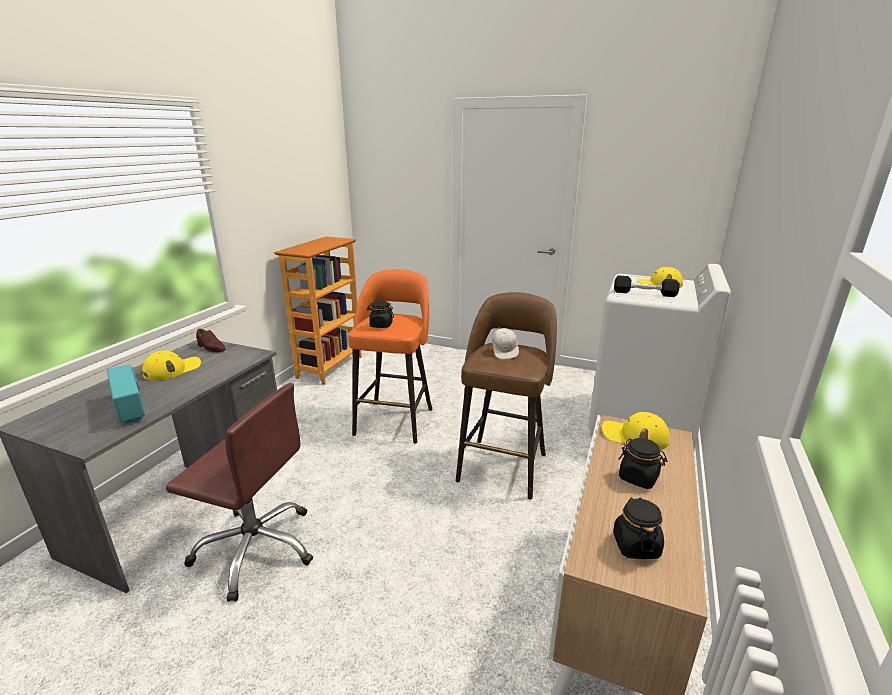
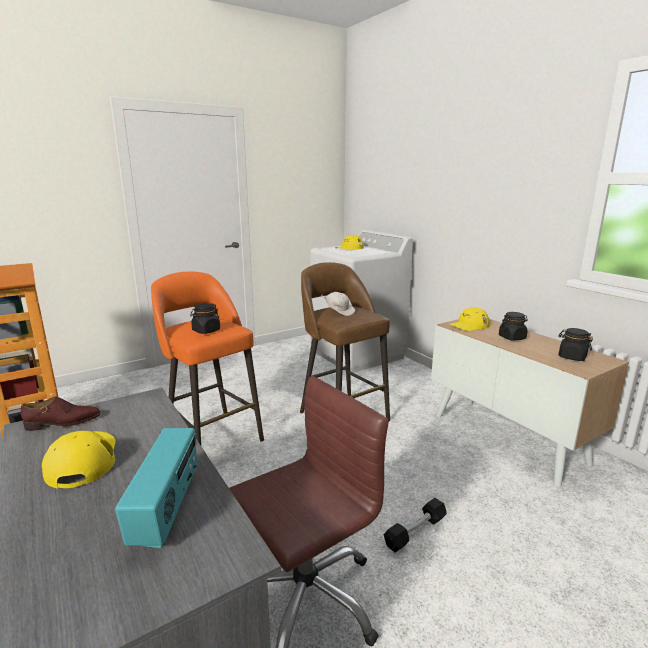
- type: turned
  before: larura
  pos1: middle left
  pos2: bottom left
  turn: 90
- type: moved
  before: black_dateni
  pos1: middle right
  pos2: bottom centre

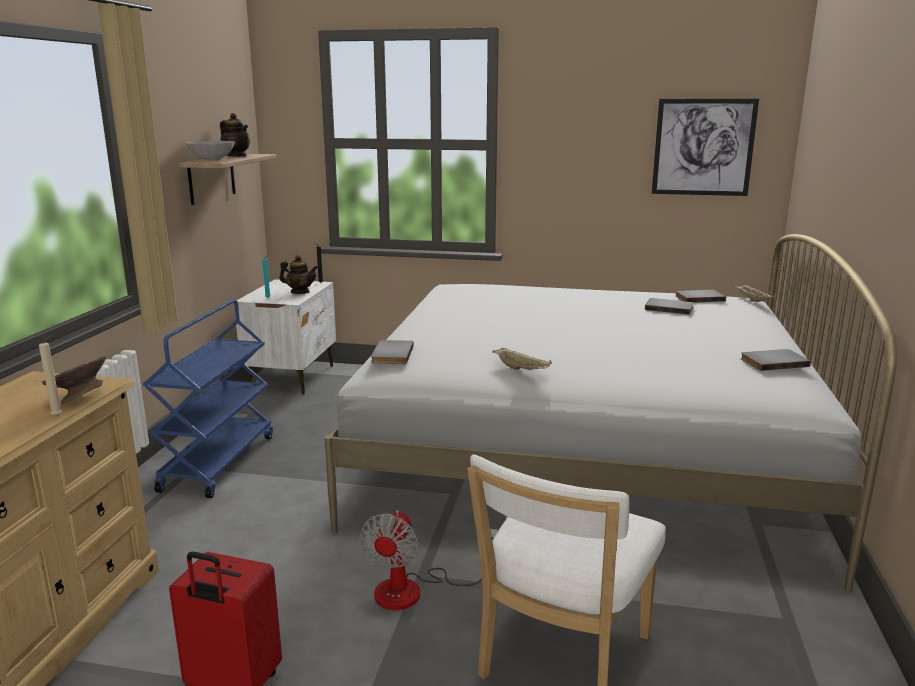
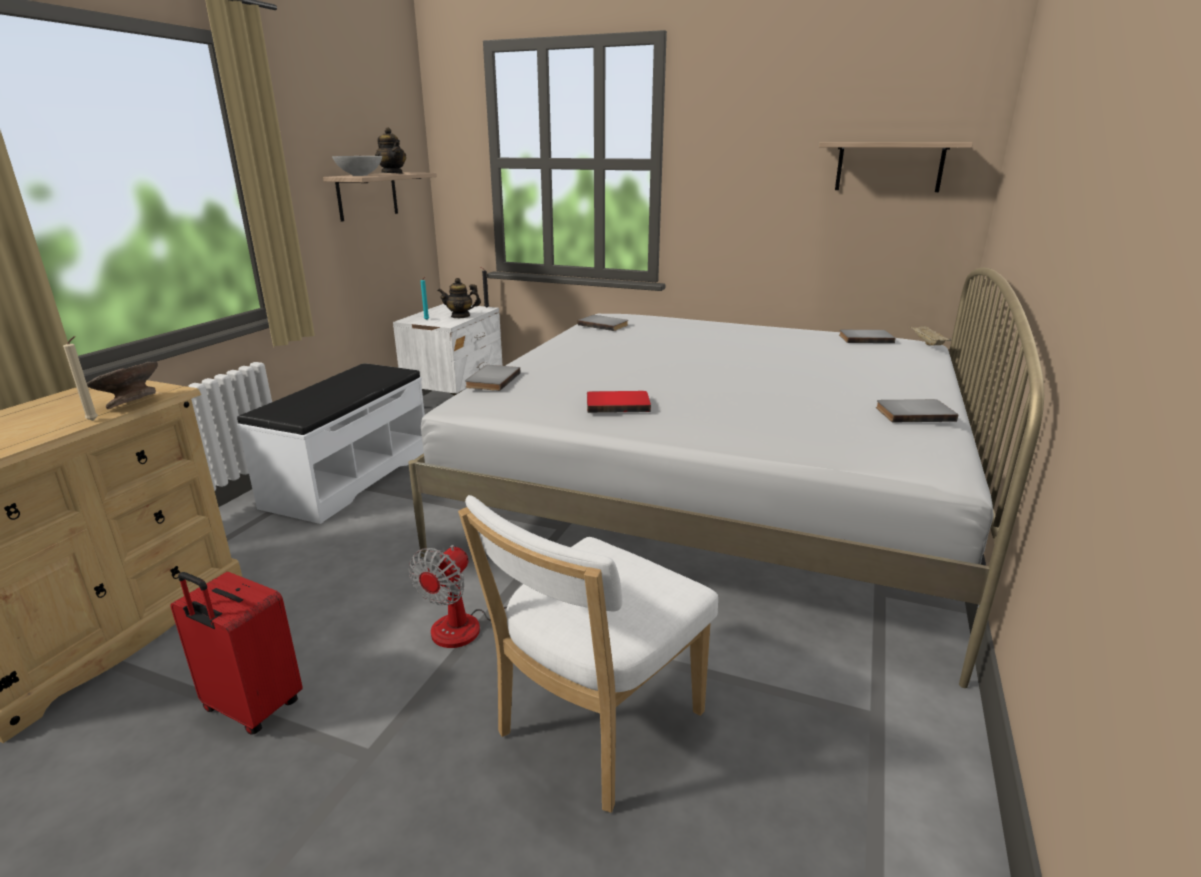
- type: replaced
  before: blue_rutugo
  after: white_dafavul
  pos1: middle left
  pos2: middle left
- type: turned
  before: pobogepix (2nd from left)
  pos1: middle left
  pos2: centre
  turn: 150
- type: replaced
  before: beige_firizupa (1st from left)
  after: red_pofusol
  pos1: centre
  pos2: centre
- type: moved
  before: grey_pofusol (2nd from left)
  pos1: middle right
  pos2: centre
- type: replaced
  before: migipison
  after: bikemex (2nd from left)
  pos1: top right
  pos2: top right

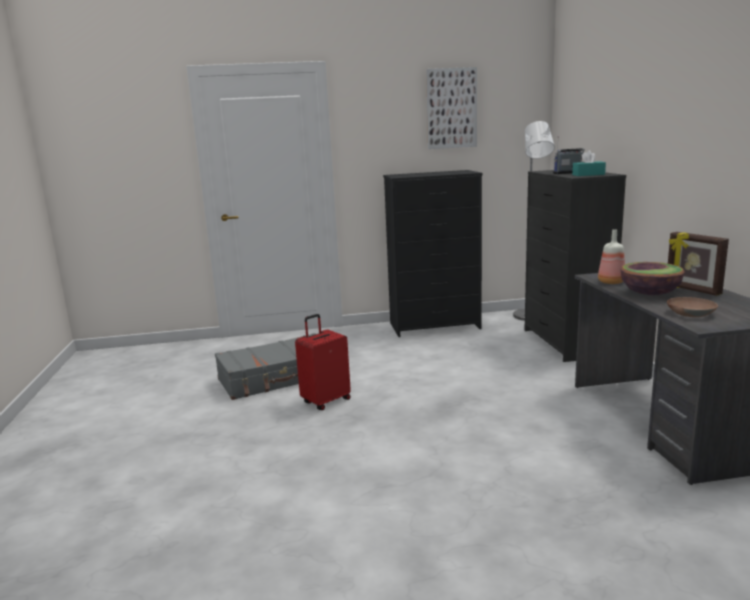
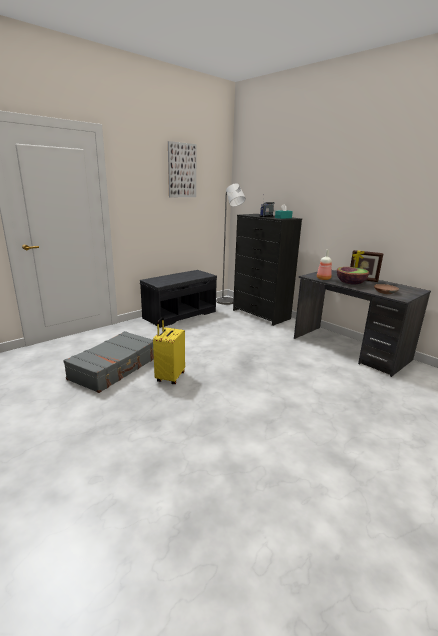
- type: recoloured
  before: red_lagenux
  after: yellow_lagenux
  pos1: centre
  pos2: centre
- type: replaced
  before: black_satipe (1st from left)
  after: grey_dafavul
  pos1: centre
  pos2: centre

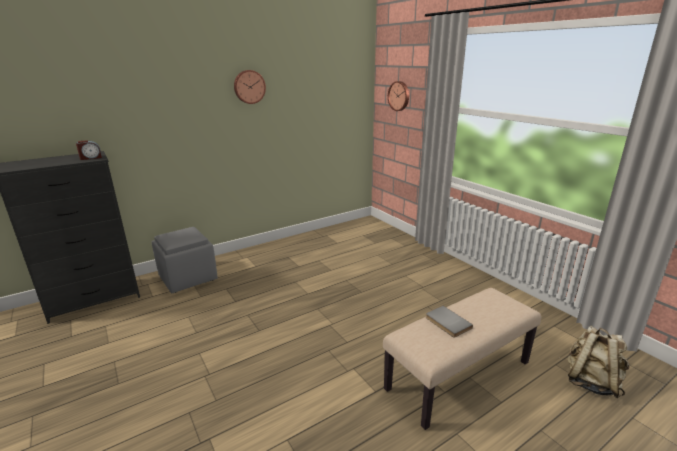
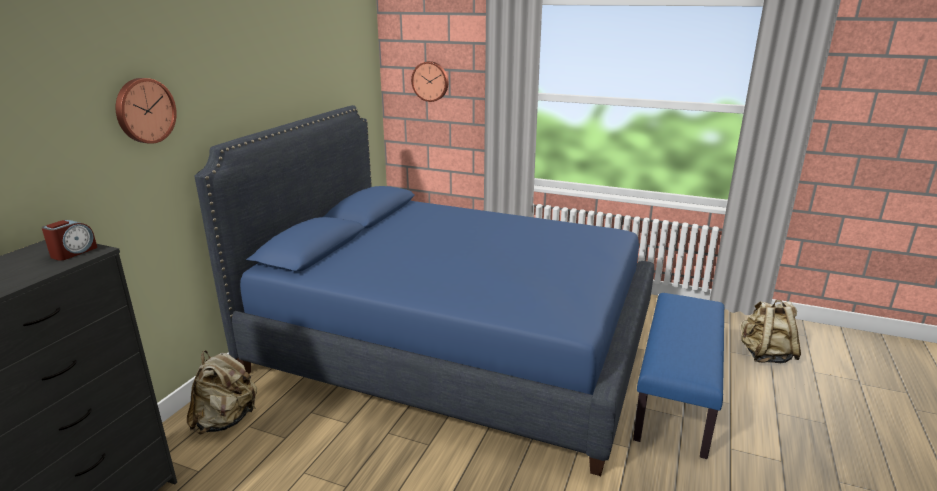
- type: replaced
  before: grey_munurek
  after: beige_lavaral (1st from left)
  pos1: middle left
  pos2: bottom left
- type: moved
  before: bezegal (1st from left)
  pos1: top centre
  pos2: top left
- type: recoloured
  before: beige_dafavul
  after: blue_dafavul
  pos1: bottom right
  pos2: bottom right
- type: removed
  before: grey_pofusol
  pos1: bottom centre
- type: added
  after: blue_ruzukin
  pos2: centre

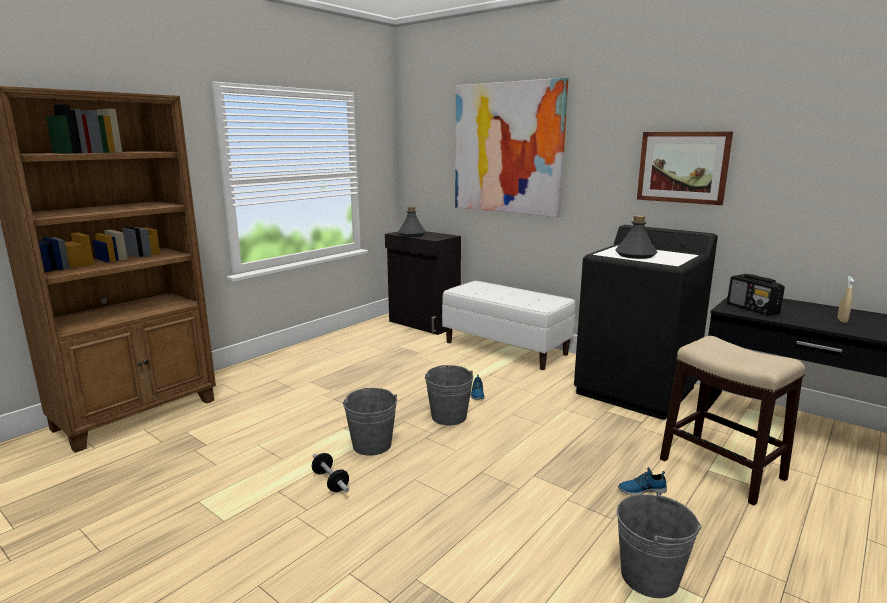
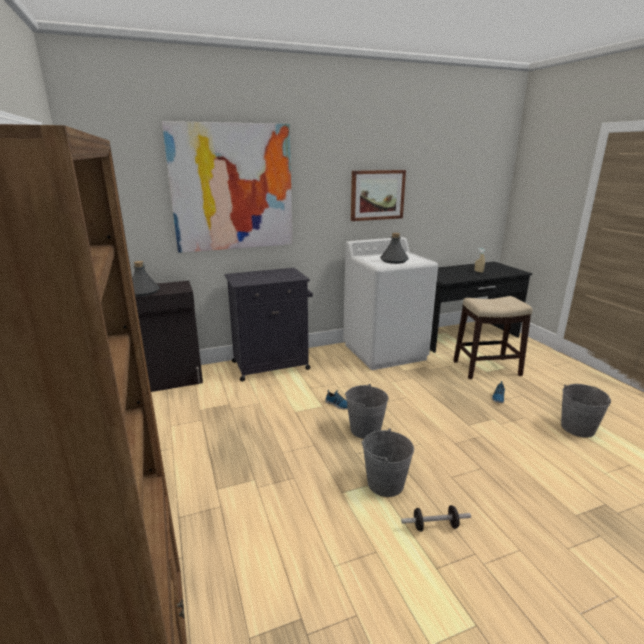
- type: replaced
  before: white_dafavul
  after: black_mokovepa (2nd from left)
  pos1: centre
  pos2: centre
- type: recoloured
  before: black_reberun
  after: white_reberun
  pos1: middle right
  pos2: centre
- type: removed
  before: larura
  pos1: middle right

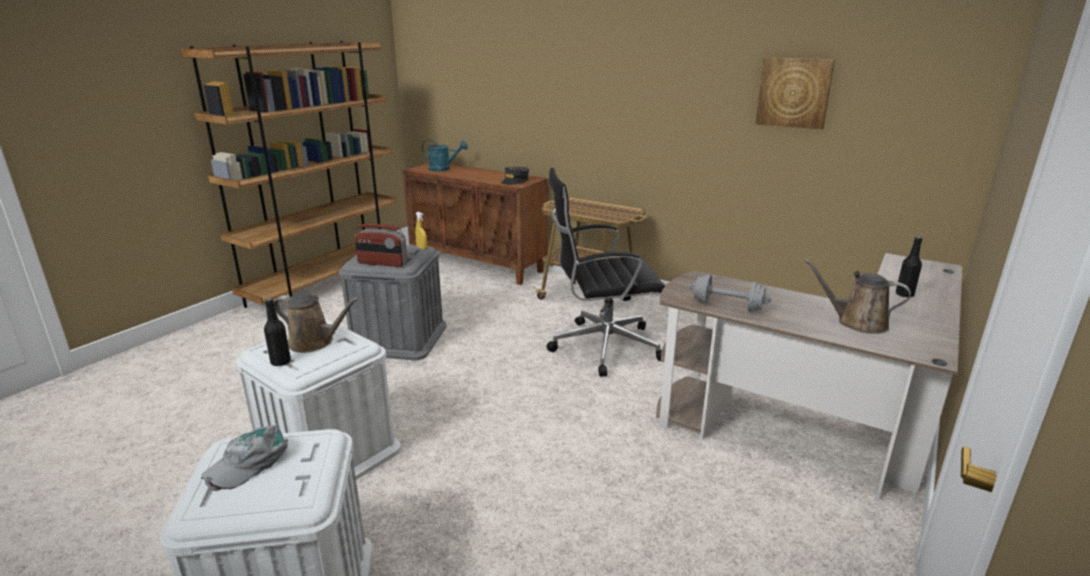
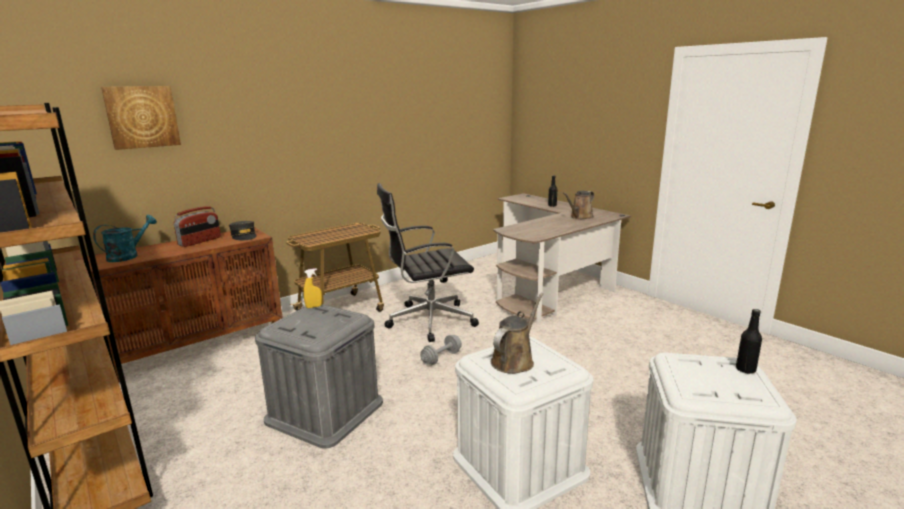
- type: removed
  before: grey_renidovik (1st from left)
  pos1: bottom left
- type: moved
  before: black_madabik (1st from left in the first image)
  after: black_madabik (2nd from left)
  pos1: middle left
  pos2: bottom right
- type: moved
  before: larura
  pos1: centre
  pos2: middle left
- type: turned
  before: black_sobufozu
  pos1: centre
  pos2: centre
  turn: 60
- type: moved
  before: grey_dateni
  pos1: middle right
  pos2: bottom centre
- type: moved
  before: migipison
  pos1: top right
  pos2: top left

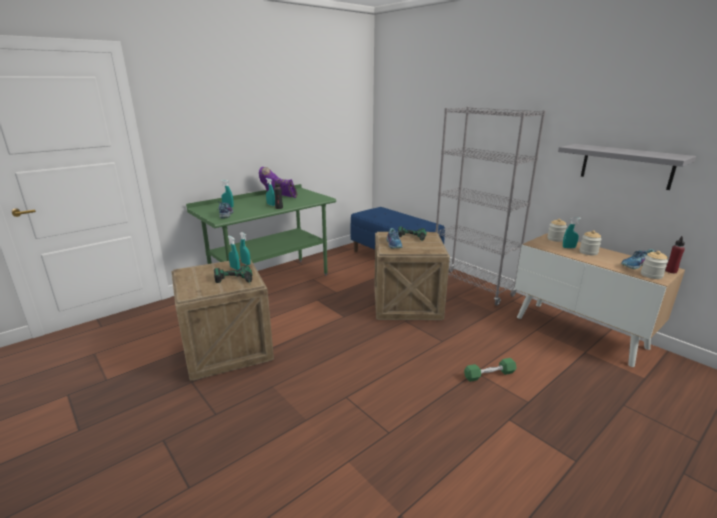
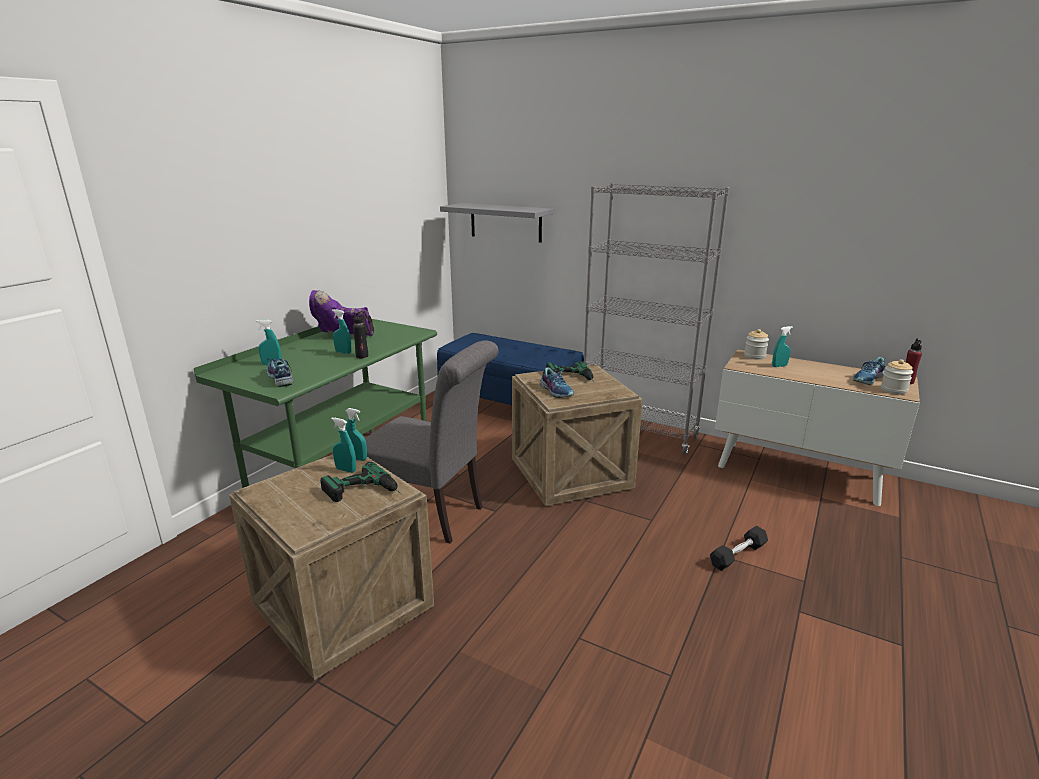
- type: recoloured
  before: green_dateni
  after: black_dateni
  pos1: bottom right
  pos2: bottom right
- type: moved
  before: grey_bikemex
  pos1: top right
  pos2: top centre
- type: removed
  before: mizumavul (2nd from left)
  pos1: middle right
- type: added
  after: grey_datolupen
  pos2: centre

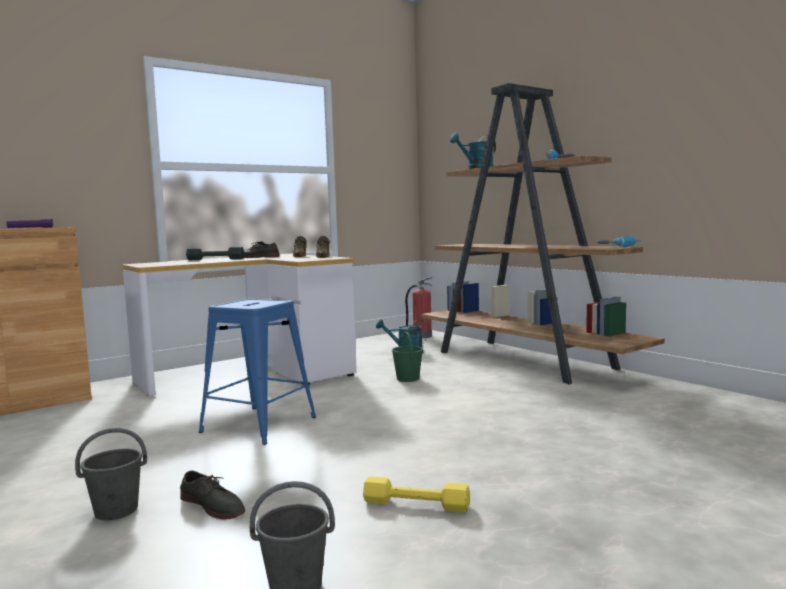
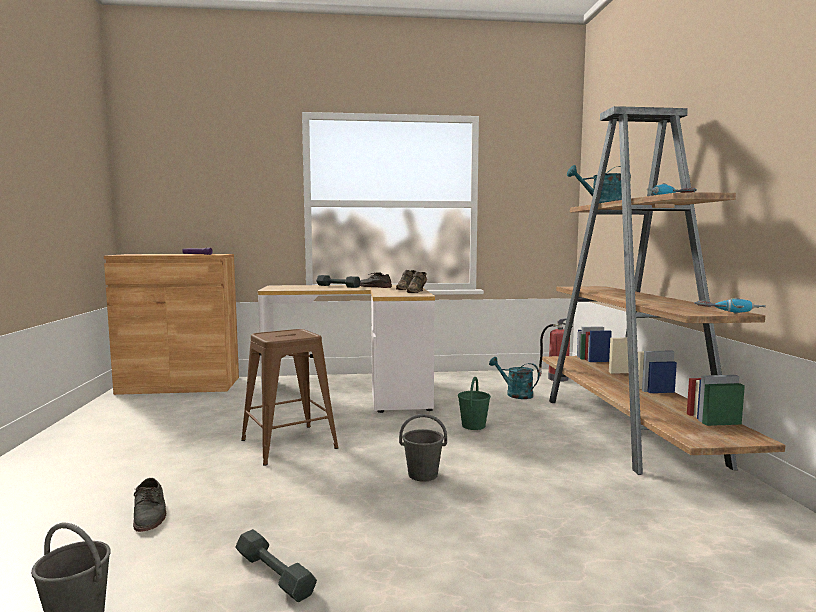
- type: moved
  before: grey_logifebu (1st from left in the first image)
  after: grey_logifebu (2nd from left)
  pos1: bottom left
  pos2: bottom centre
- type: recoloured
  before: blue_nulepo
  after: brown_nulepo
  pos1: middle left
  pos2: centre
- type: recoloured
  before: yellow_dateni
  after: grey_dateni (1st from left)
  pos1: bottom centre
  pos2: bottom centre

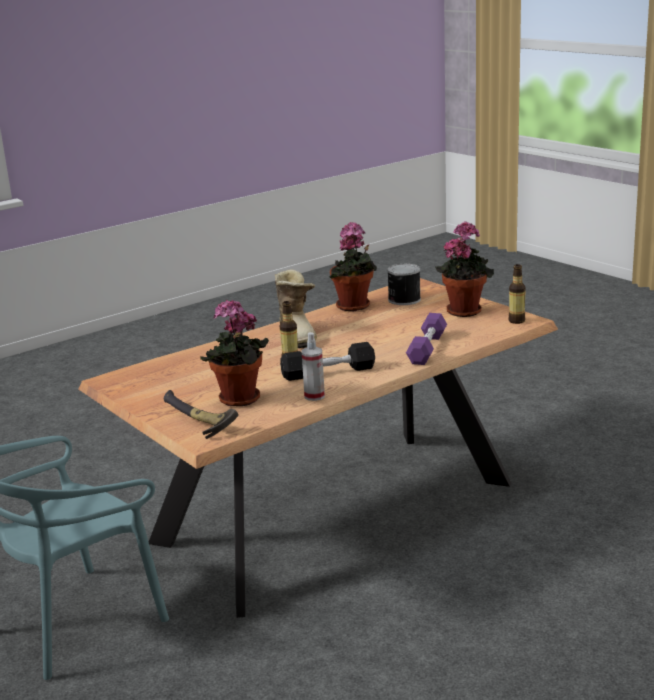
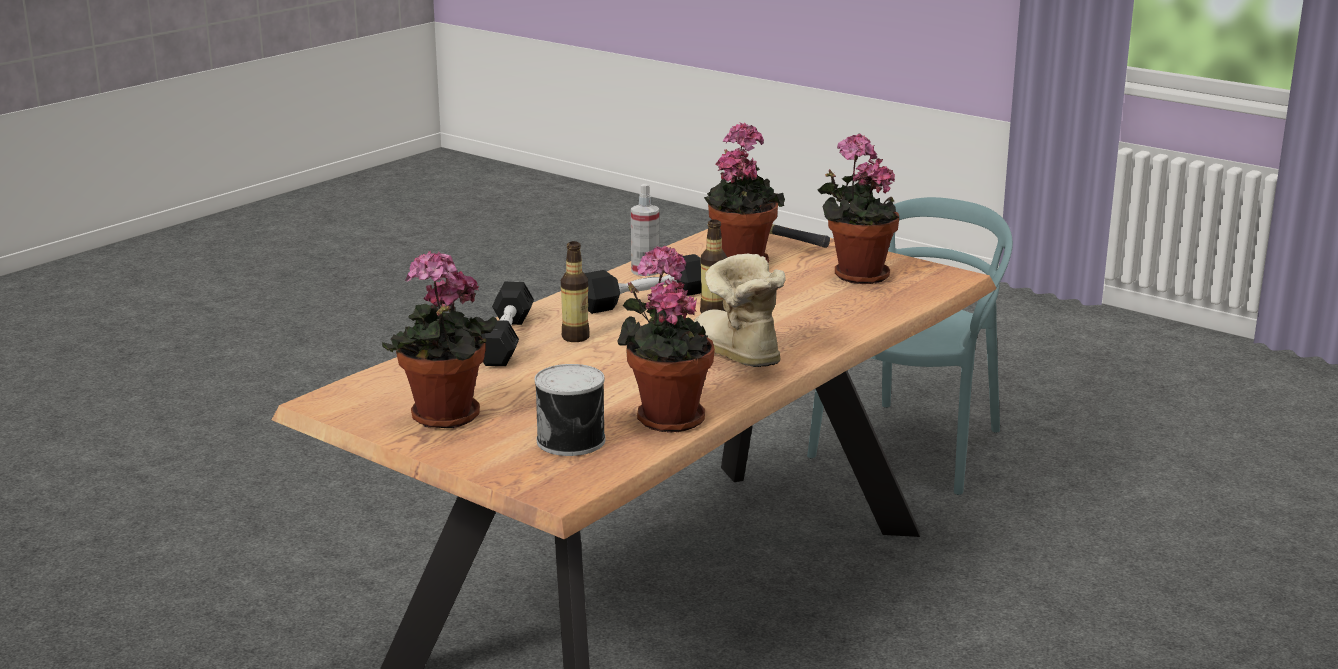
- type: recoloured
  before: purple_dateni
  after: black_dateni (1st from left)
  pos1: centre
  pos2: centre
- type: moved
  before: madabik (2nd from left in the first image)
  after: madabik (1st from left)
  pos1: middle right
  pos2: centre
- type: added
  after: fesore (4th from left)
  pos2: top centre

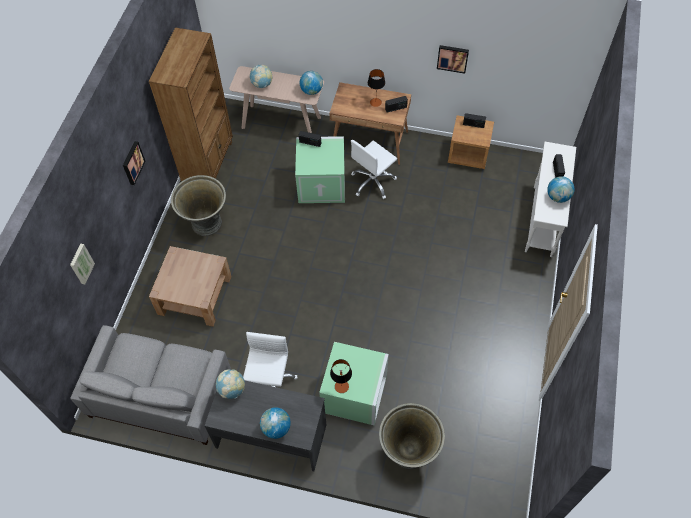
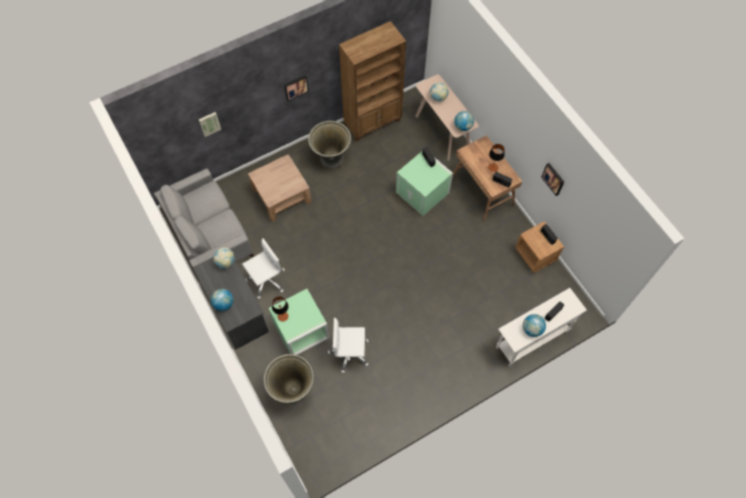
- type: moved
  before: white_sobufozu (2nd from left)
  pos1: top centre
  pos2: bottom centre

